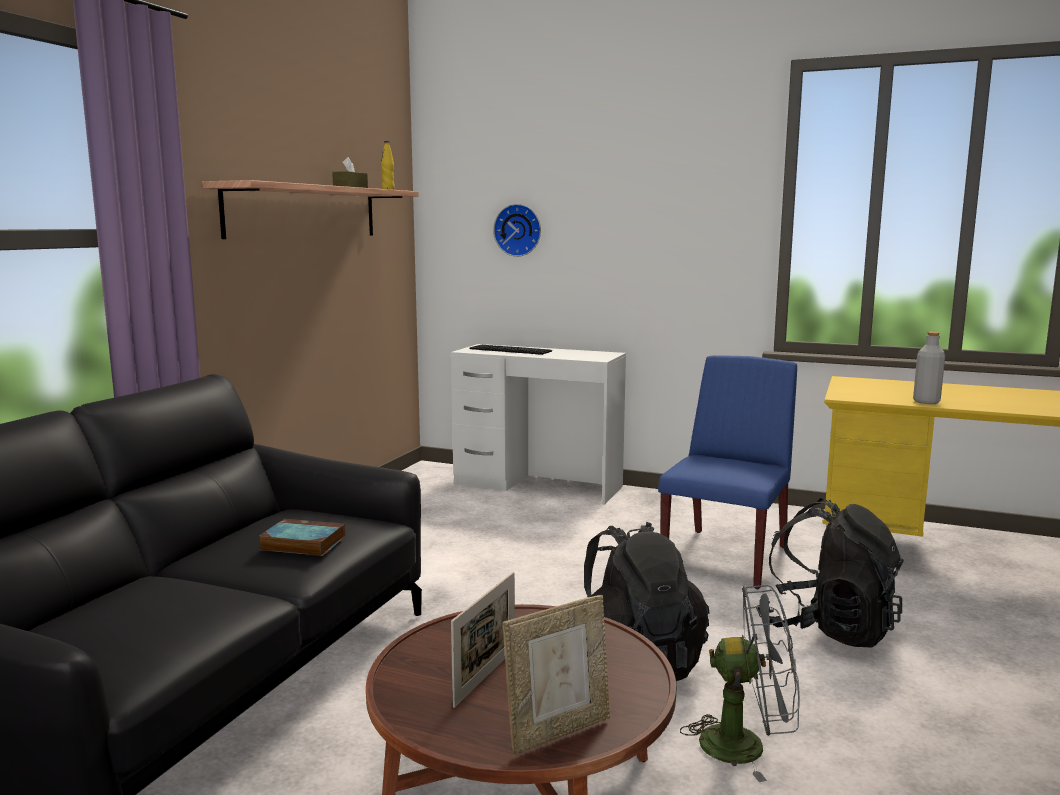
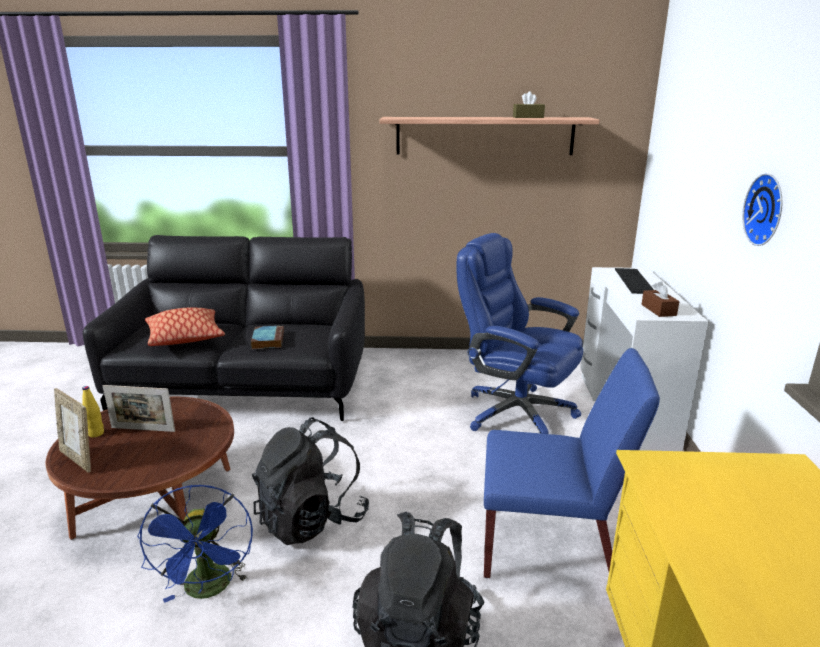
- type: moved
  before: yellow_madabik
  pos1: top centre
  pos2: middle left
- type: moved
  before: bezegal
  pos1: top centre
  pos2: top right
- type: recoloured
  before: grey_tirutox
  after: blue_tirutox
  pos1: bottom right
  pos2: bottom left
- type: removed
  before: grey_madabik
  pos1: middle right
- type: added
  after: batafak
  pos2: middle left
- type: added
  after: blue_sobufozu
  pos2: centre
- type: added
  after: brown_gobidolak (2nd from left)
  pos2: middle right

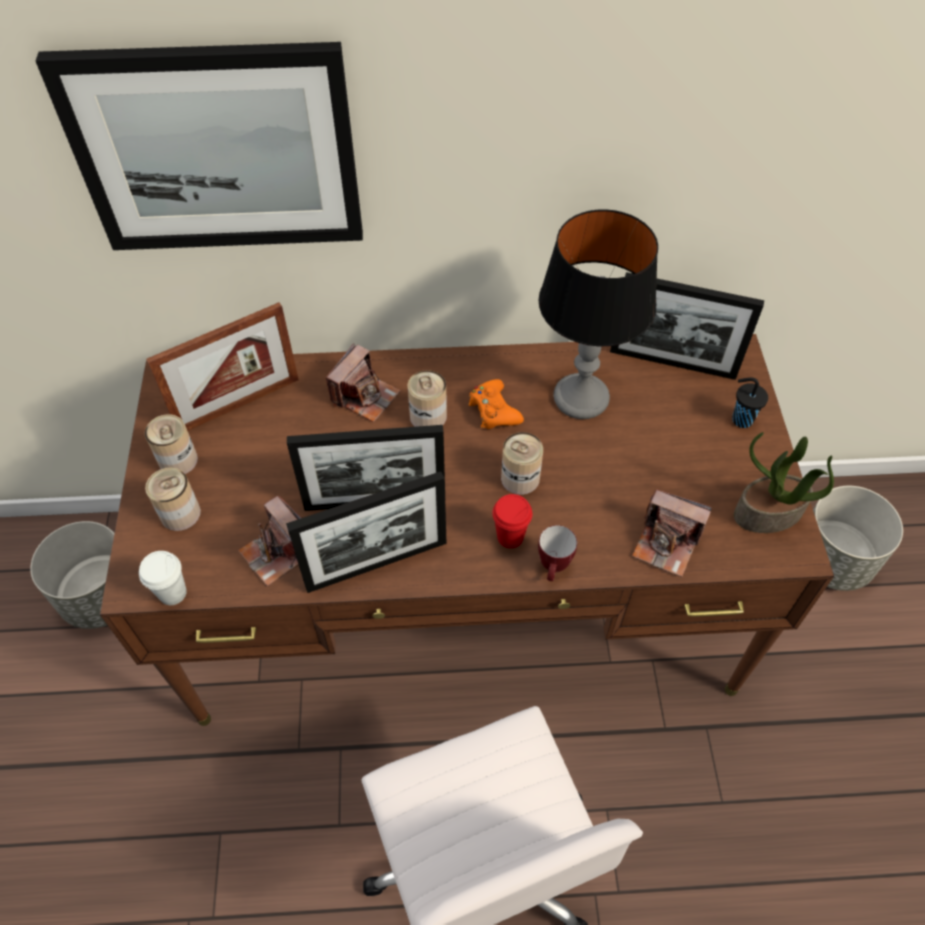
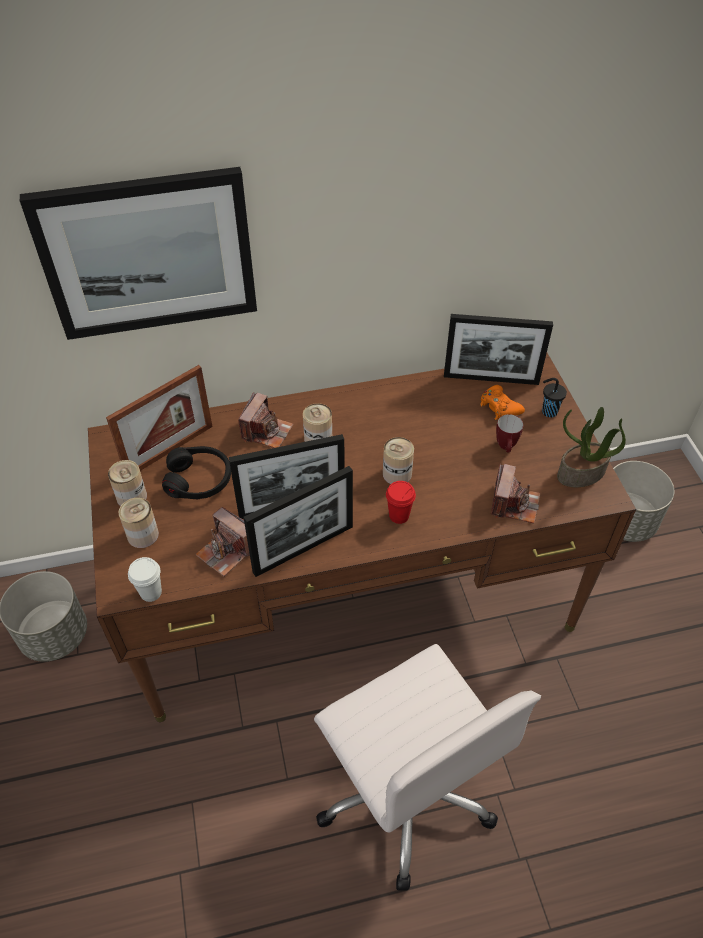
- type: moved
  before: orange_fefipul
  pos1: centre
  pos2: middle right
- type: moved
  before: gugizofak
  pos1: centre
  pos2: middle right
- type: removed
  before: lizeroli
  pos1: centre
- type: turned
  before: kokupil (3rd from left)
  pos1: middle right
  pos2: middle right
  turn: -90
- type: added
  after: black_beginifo
  pos2: middle left

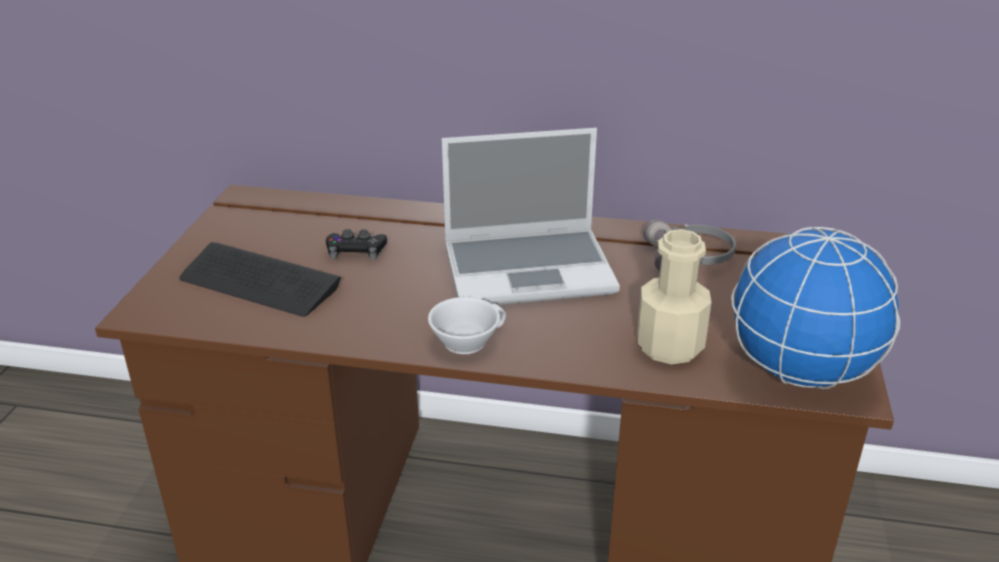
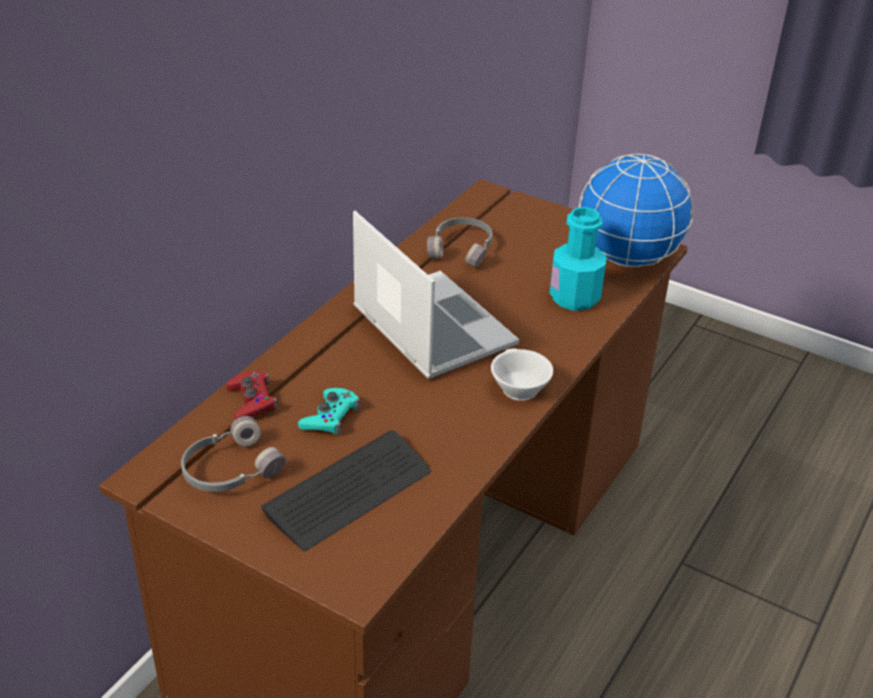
- type: recoloured
  before: black_fefipul
  after: turquoise_fefipul
  pos1: centre
  pos2: centre
- type: turned
  before: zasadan
  pos1: centre
  pos2: centre
  turn: -45
- type: recoloured
  before: beige_madabik
  after: turquoise_madabik
  pos1: middle right
  pos2: centre
- type: added
  after: grey_beginifo (1st from left)
  pos2: middle left
- type: added
  after: red_fefipul
  pos2: middle left

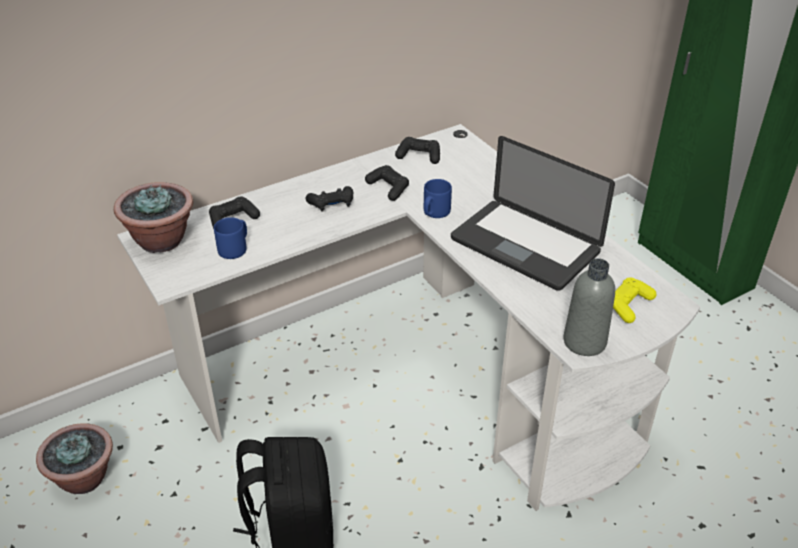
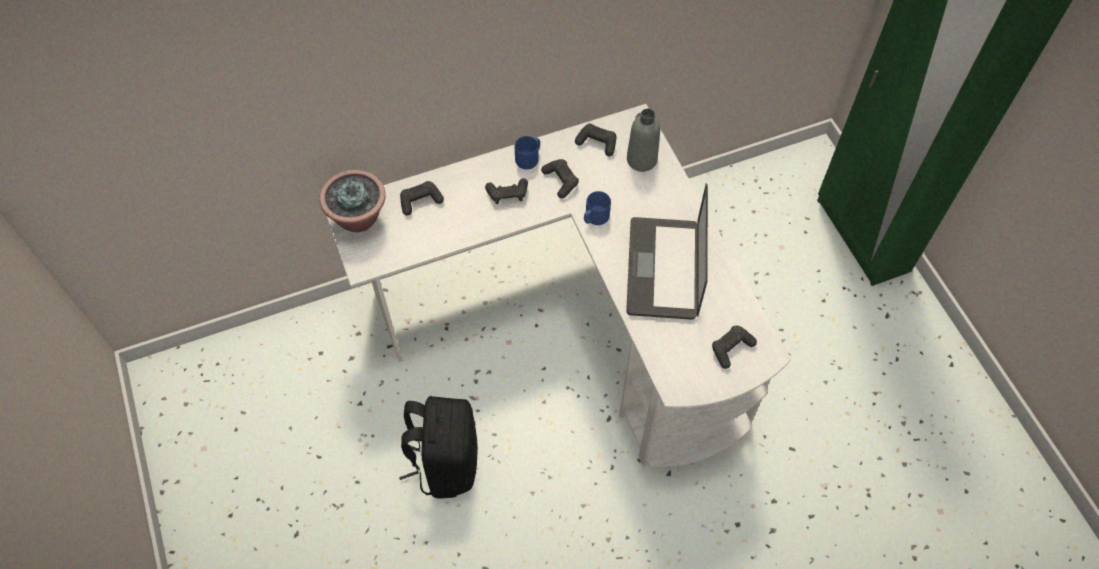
- type: removed
  before: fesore (1st from left)
  pos1: bottom left
- type: moved
  before: blue_gugizofak (1st from left)
  pos1: middle left
  pos2: top centre
- type: turned
  before: zasadan
  pos1: middle right
  pos2: centre
  turn: 45
- type: moved
  before: grey_madabik
  pos1: middle right
  pos2: top centre
- type: recoloured
  before: yellow_fefipul
  after: black_fefipul (5th from left)
  pos1: middle right
  pos2: middle right

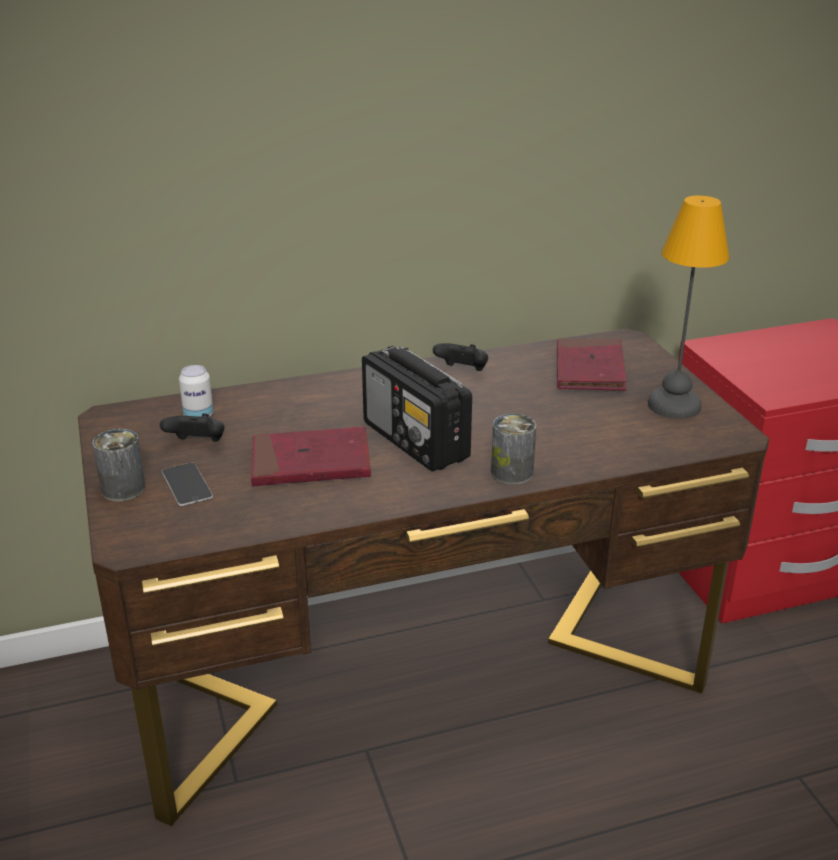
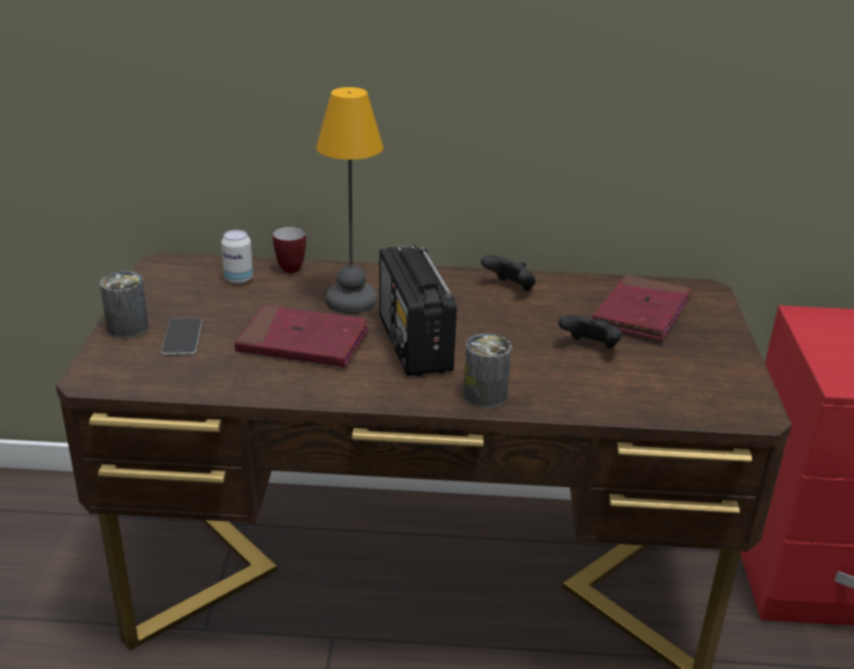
- type: moved
  before: black_fefipul (1st from left in the first image)
  after: black_fefipul (2nd from left)
  pos1: middle left
  pos2: middle right
- type: moved
  before: lizeroli
  pos1: middle right
  pos2: top centre
- type: added
  after: gugizofak
  pos2: centre

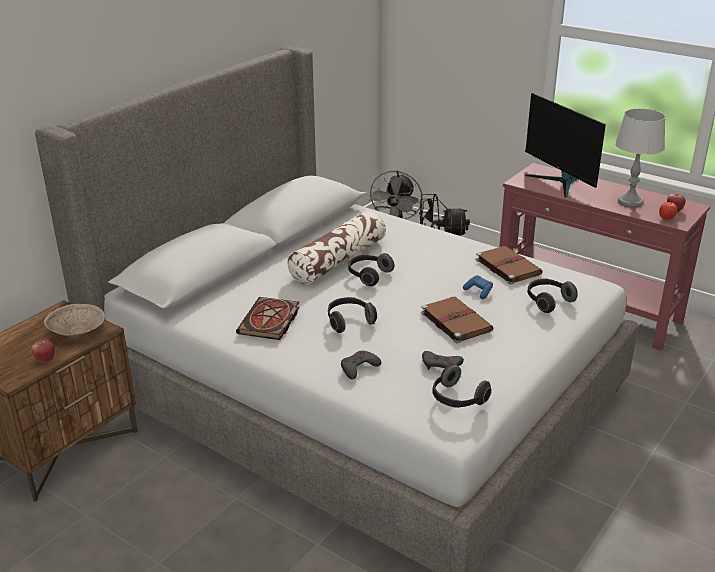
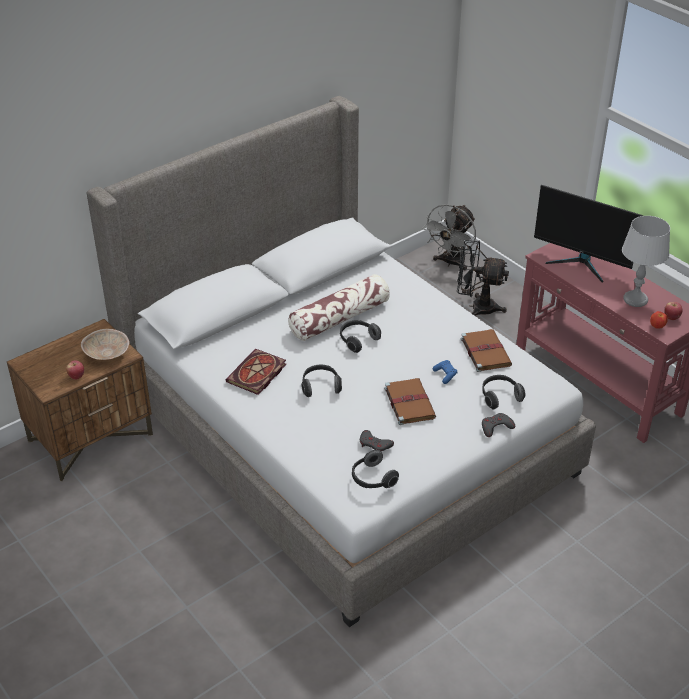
- type: moved
  before: grey_fefipul (1st from left in the first image)
  after: grey_fefipul (2nd from left)
  pos1: centre
  pos2: middle right
- type: turned
  before: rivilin
  pos1: top right
  pos2: middle right
  turn: -45

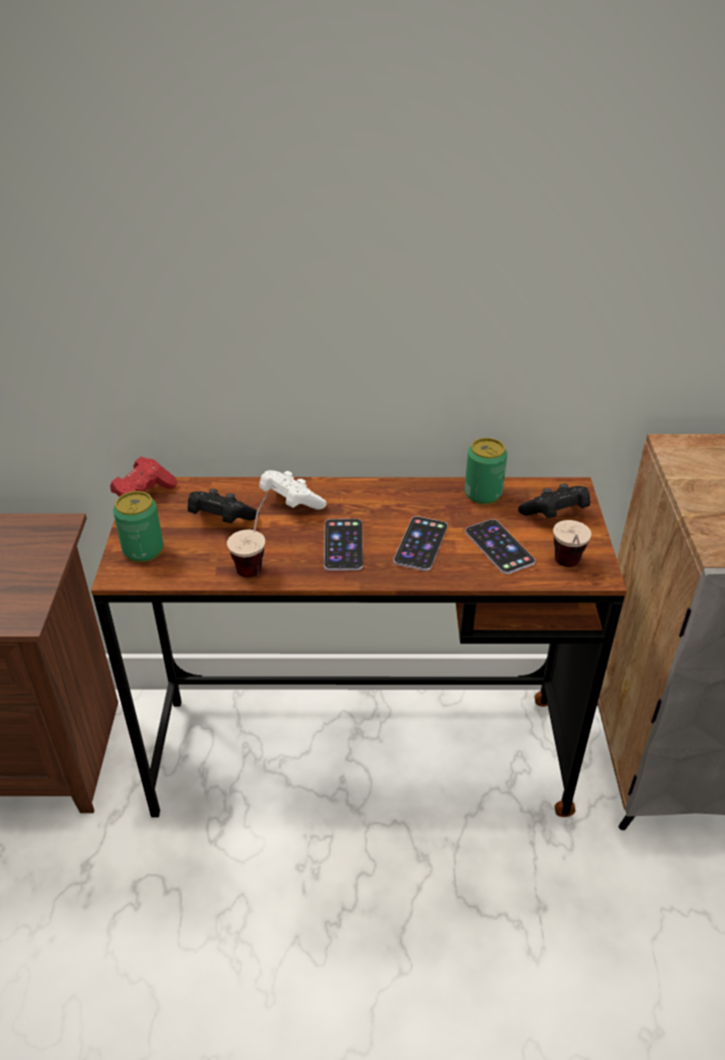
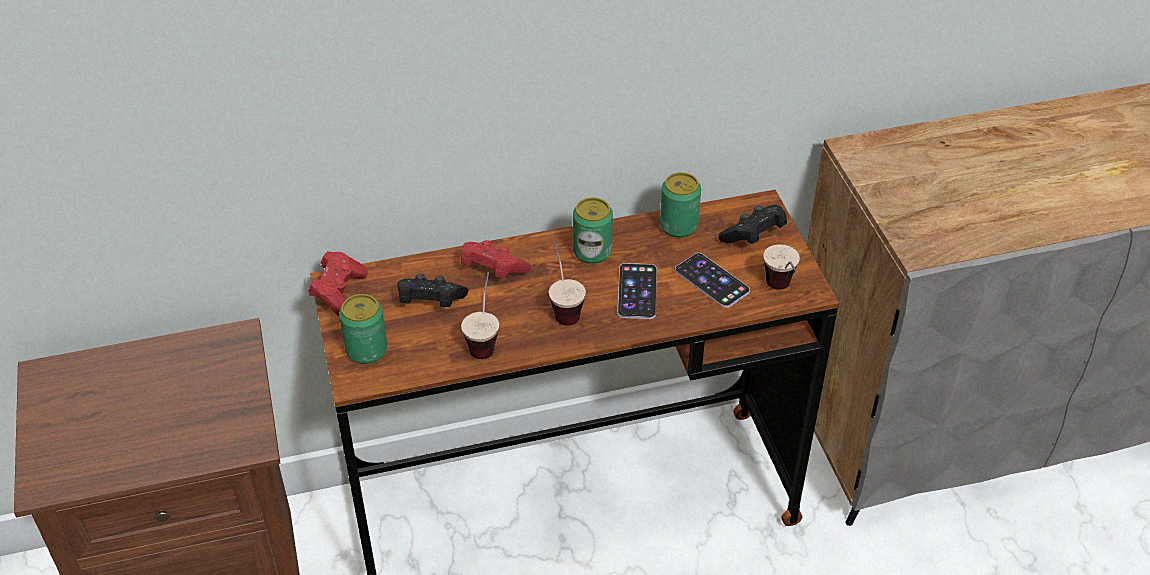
- type: recoloured
  before: white_fefipul
  after: red_fefipul (2nd from left)
  pos1: centre
  pos2: centre
- type: replaced
  before: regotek (1st from left)
  after: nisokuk (2nd from left)
  pos1: centre
  pos2: centre
- type: added
  after: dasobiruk (2nd from left)
  pos2: centre

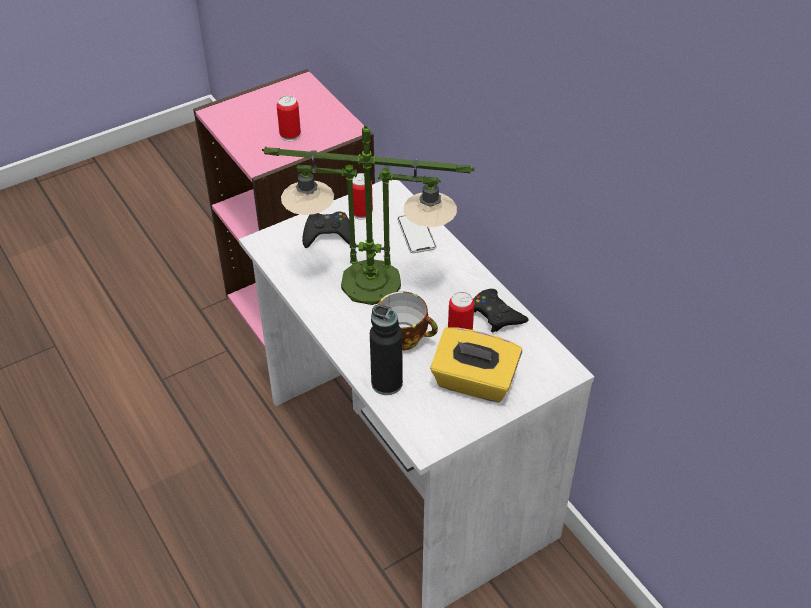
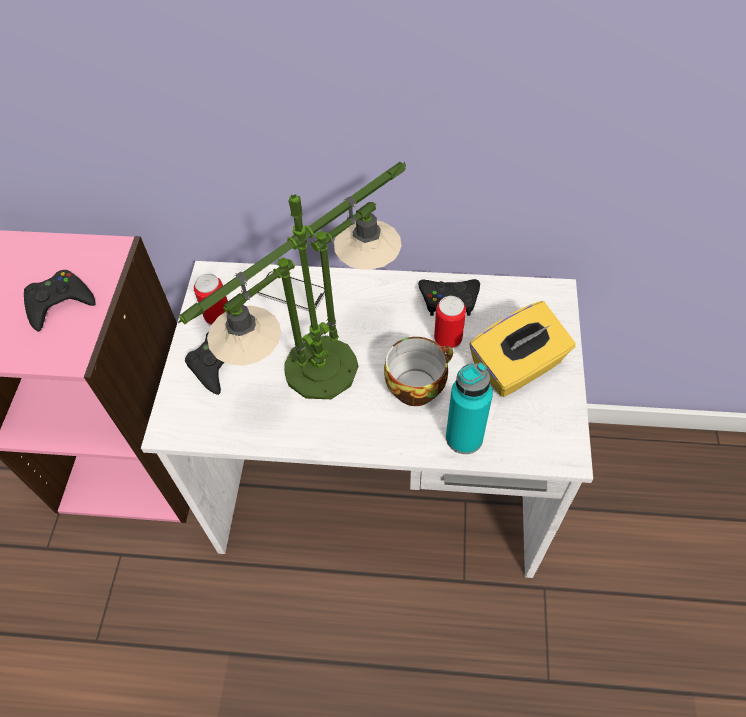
- type: replaced
  before: dasobiruk (1st from left)
  after: black_fefipul (1st from left)
  pos1: top centre
  pos2: middle left
- type: recoloured
  before: black_madabik
  after: turquoise_madabik
  pos1: centre
  pos2: centre

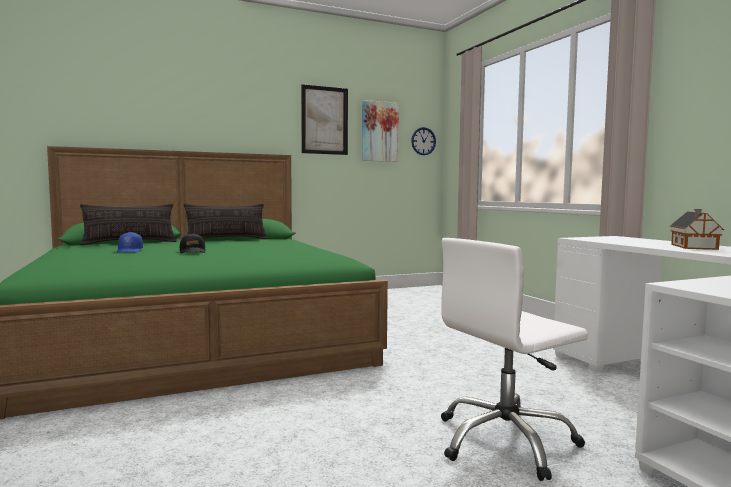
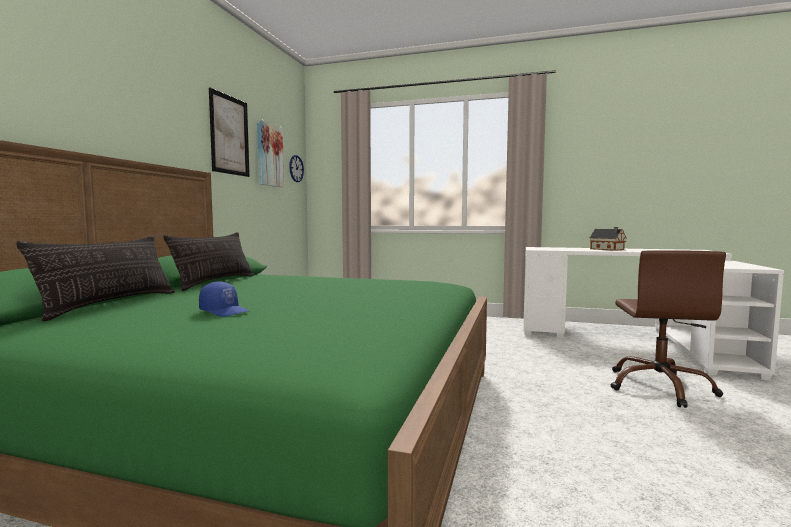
- type: removed
  before: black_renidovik
  pos1: middle left
- type: recoloured
  before: white_sobufozu
  after: brown_sobufozu
  pos1: bottom right
  pos2: middle right

